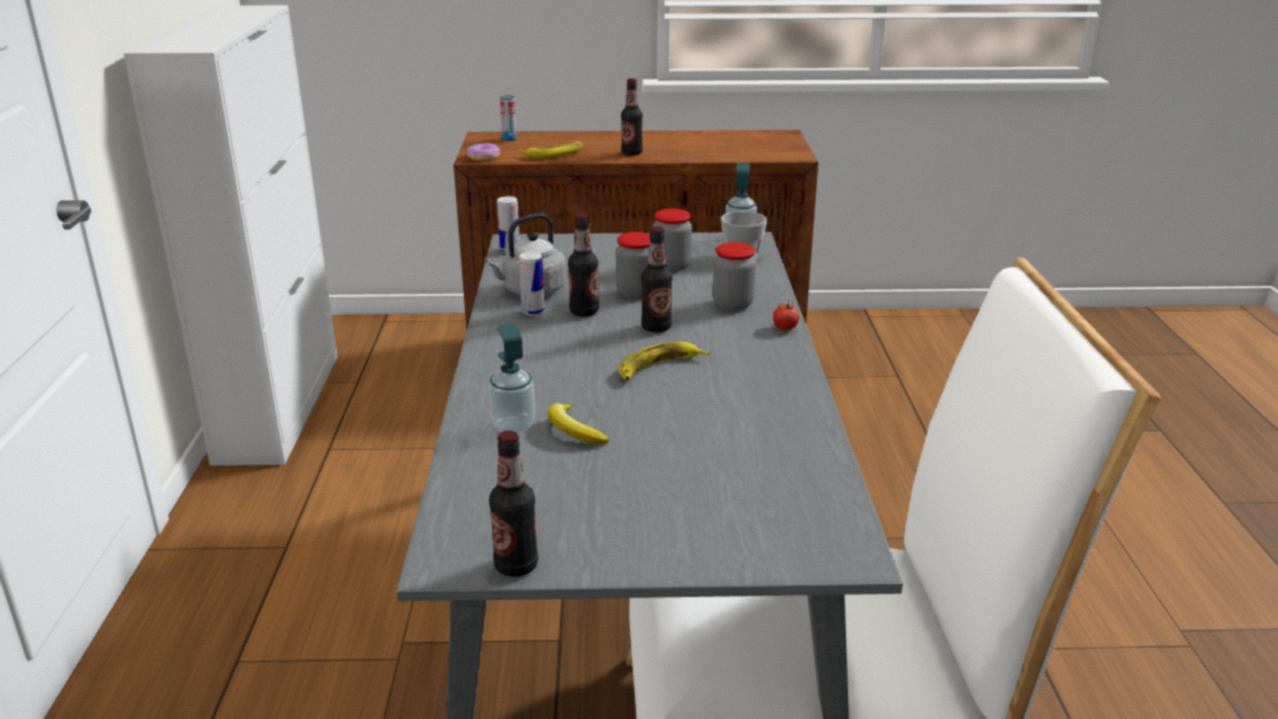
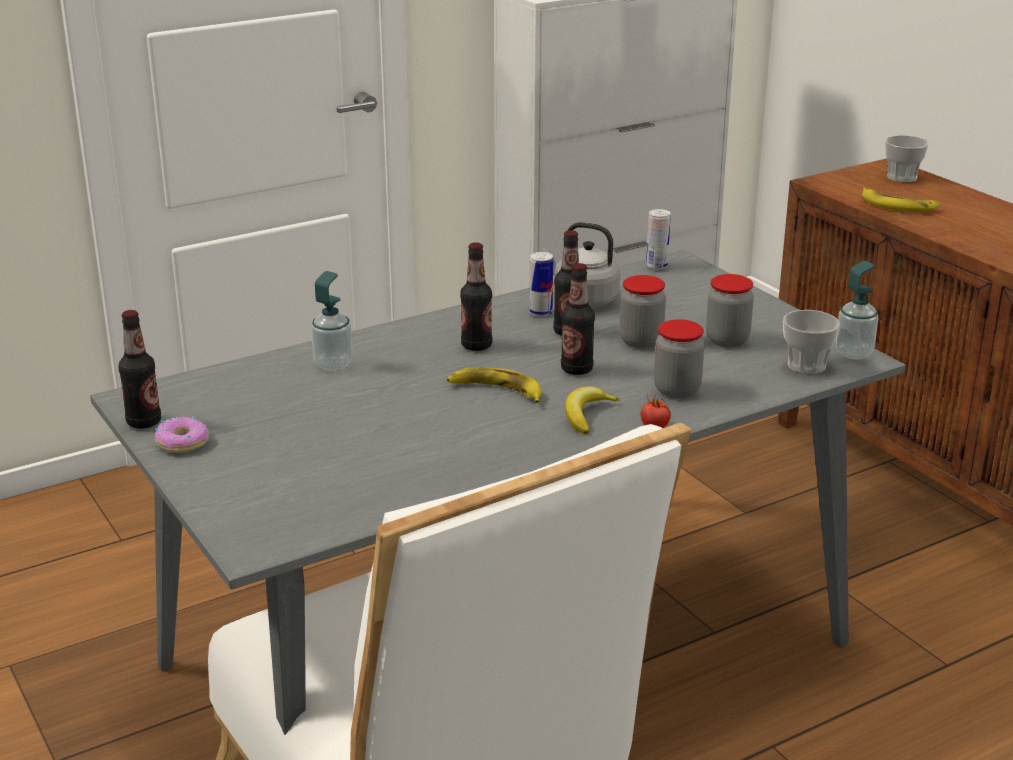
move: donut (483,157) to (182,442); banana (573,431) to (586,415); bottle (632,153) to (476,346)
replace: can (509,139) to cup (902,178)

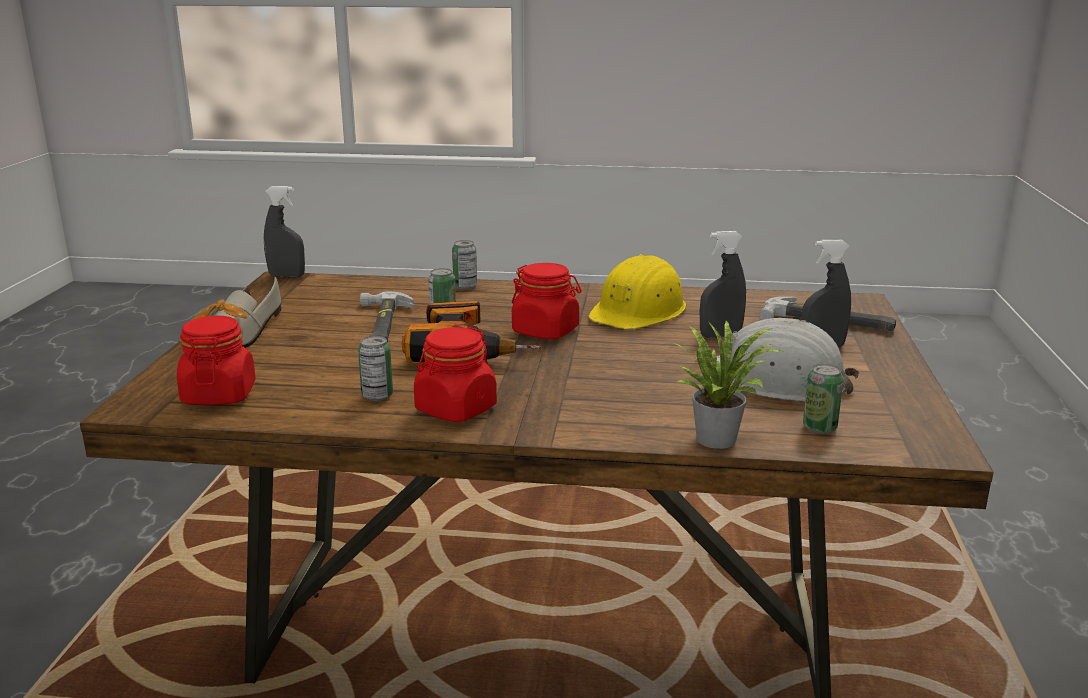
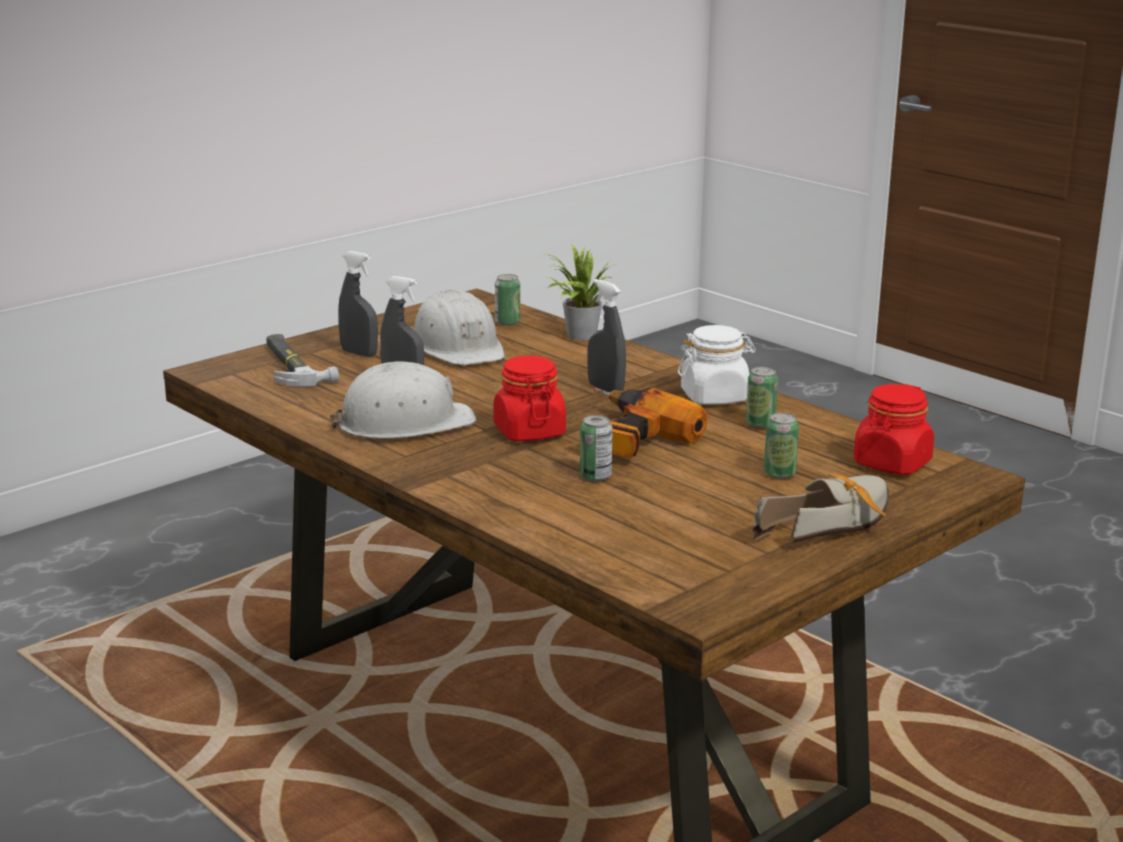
delete: hammer (382,324)
move: spray bottle (grey) (287,276) to (605,389); can (465,286) to (779,473)
recolor: jar (red) (455,409) to jar (white) (714,397); hard hat (yellow) (639,311) to hard hat (white) (404,423)

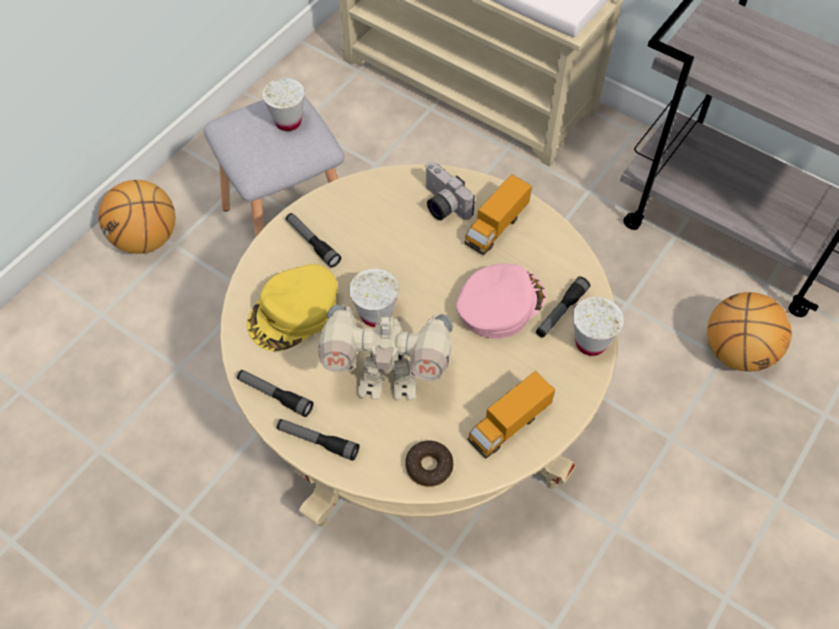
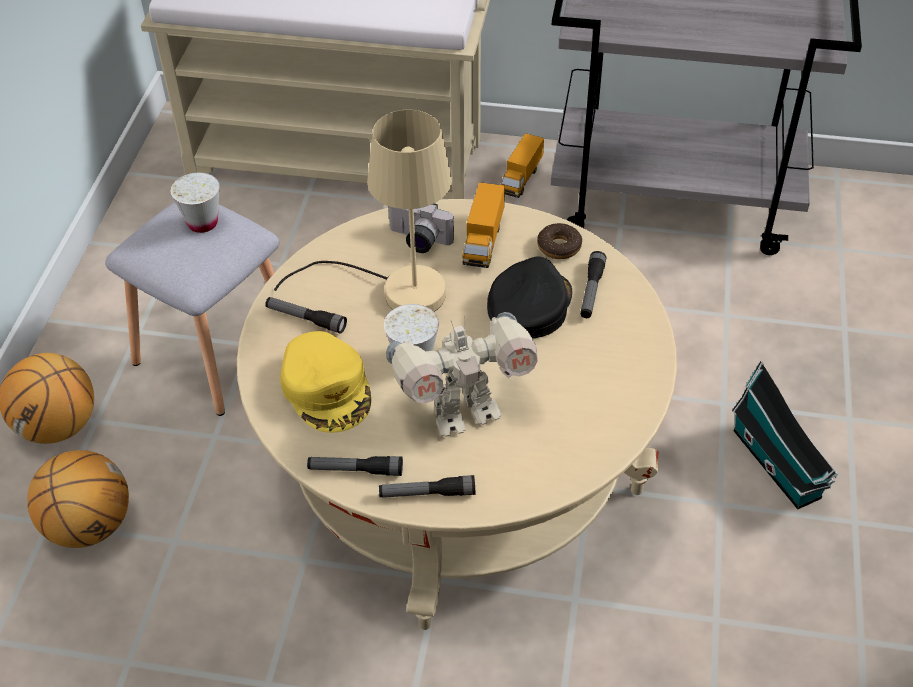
delete: cup (white) (590,342)
insert: table lamp (beige) (396,290); toy house (779,467)
move: donut (429,466) to (559,246); toy truck (508,425) to (521,178); basketball (736,351) to (89,526)
recolor: cap (pink) (499,303) to cap (black) (529,305)
rotate: cap (yellow) (294,313) = (327,388) 45 degrees counterclockwise

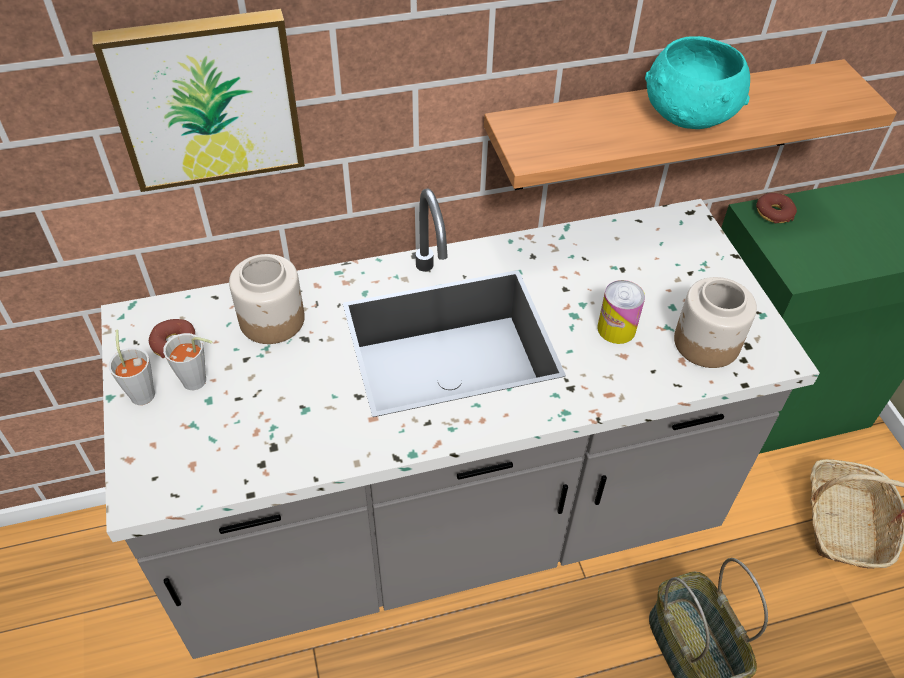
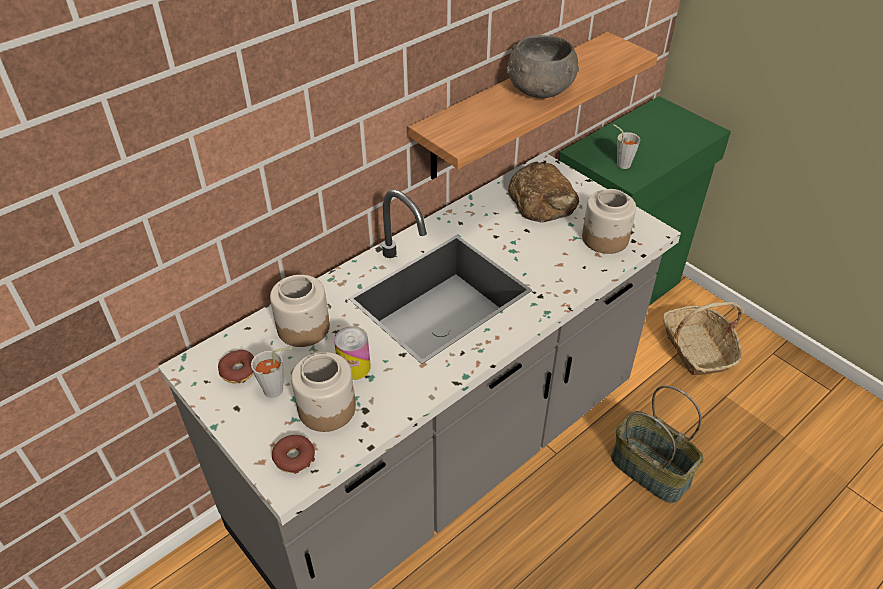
delete: picture (206,98)
insert: jar (327,408); bread (543,200)
move: cup (grey) (142,390) to (621,163); can (616,329) to (354,367); donut (774,213) to (294,458)
recolor: bowl (turquoise) (688,114) to bowl (grey) (539,89)

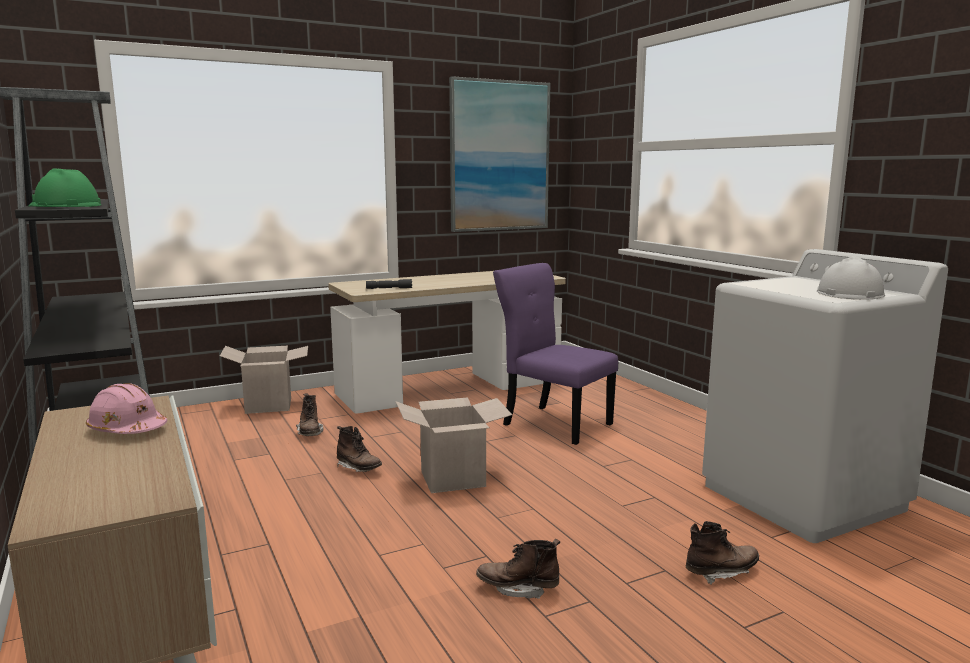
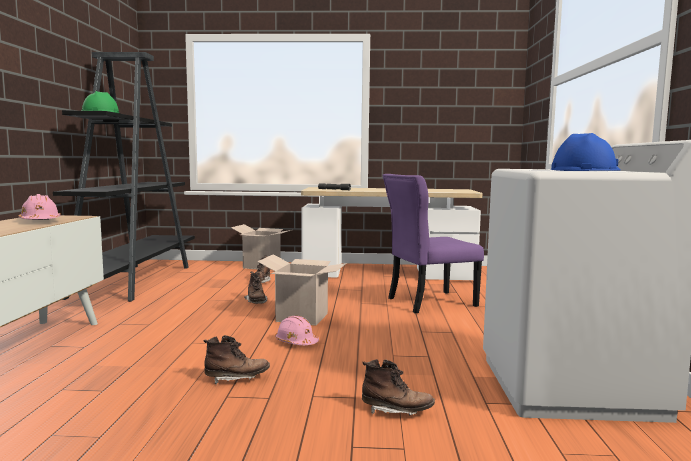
delete: picture (499,156)
insert: hard hat (pink) (296,342)
recolor: hard hat (white) (849,294) to hard hat (blue) (584,170)
rotate: boot (brown) (518,588) = (237,378) 135 degrees clockwise; chair (purple) (554,423) = (428,302) 90 degrees counterclockwise

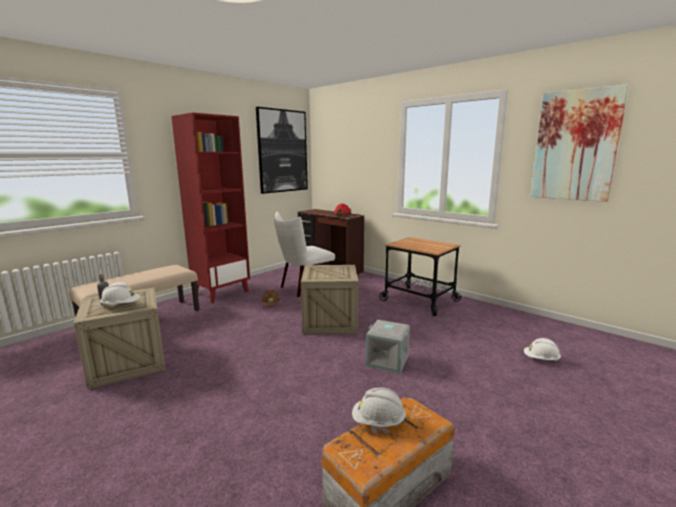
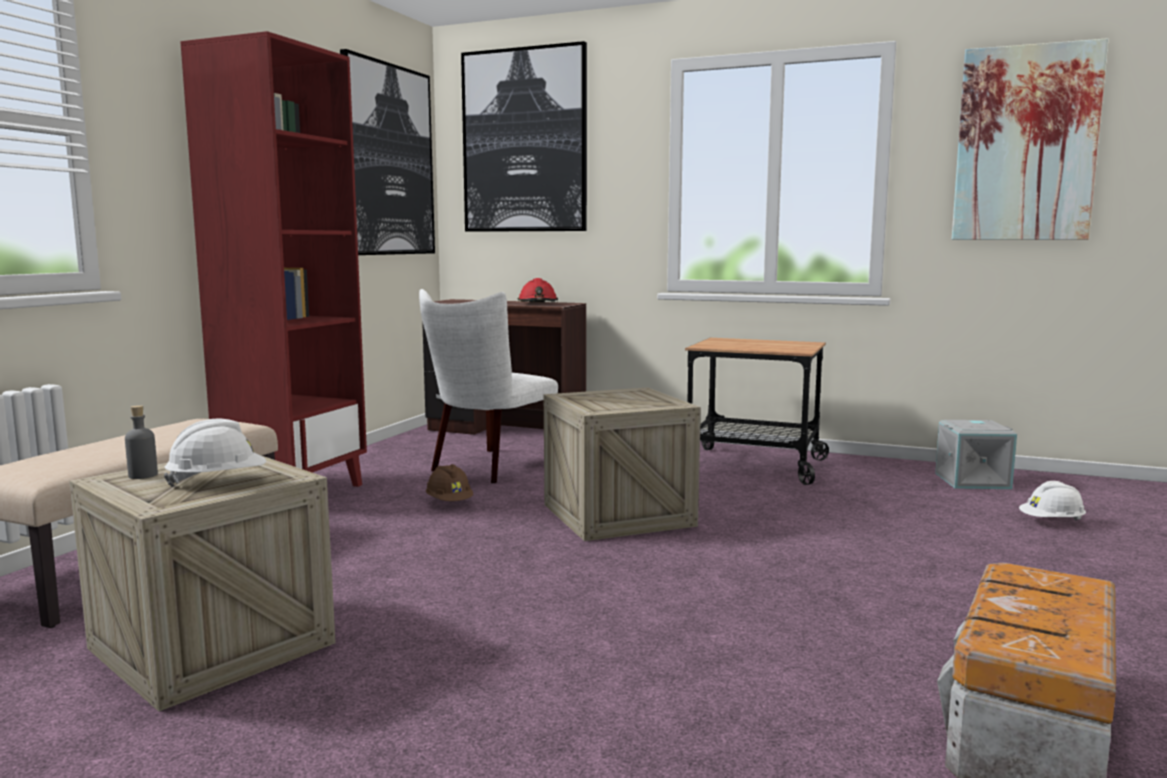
delete: hard hat (white) (378,422)
insert: picture (524,141)
move: storage box (grey) (388,360) to (972,480)

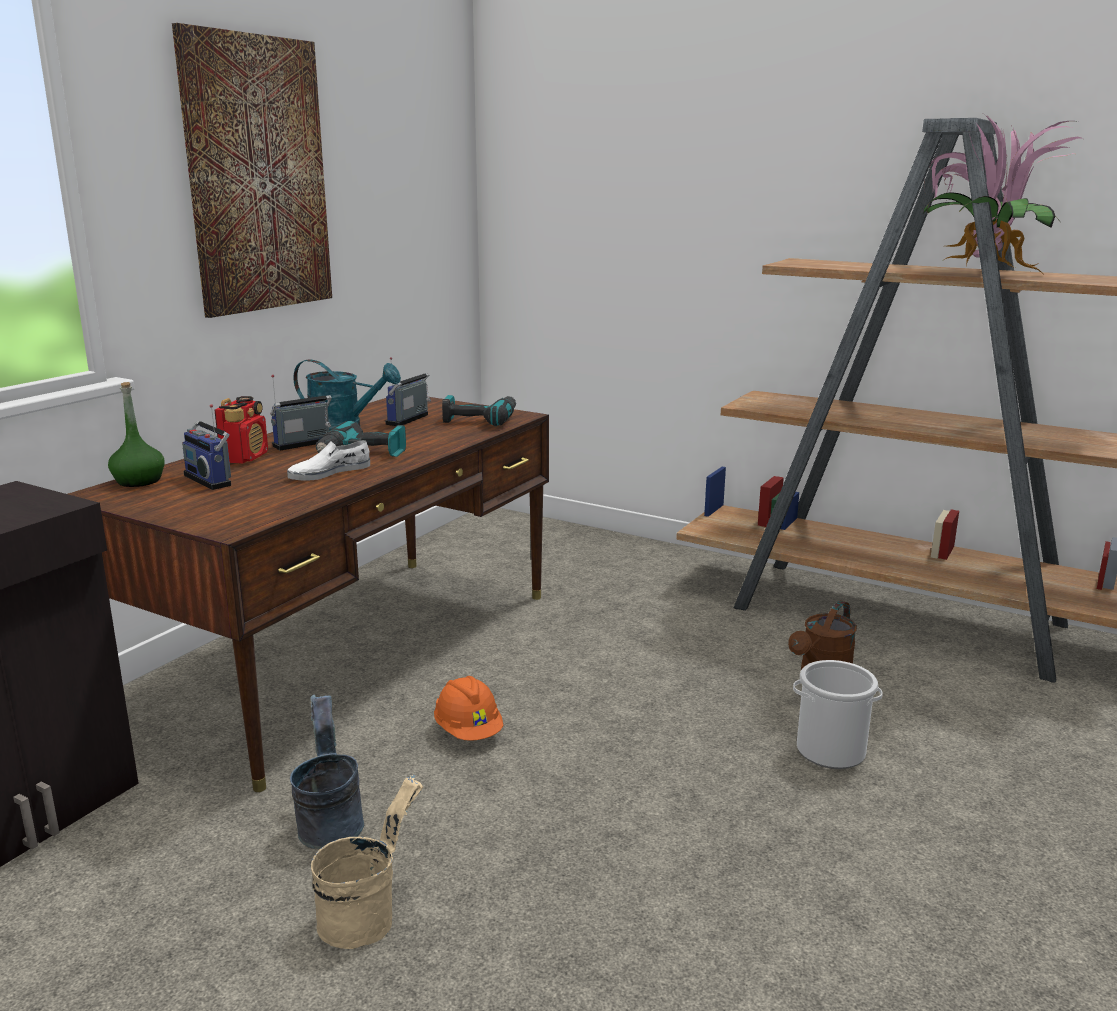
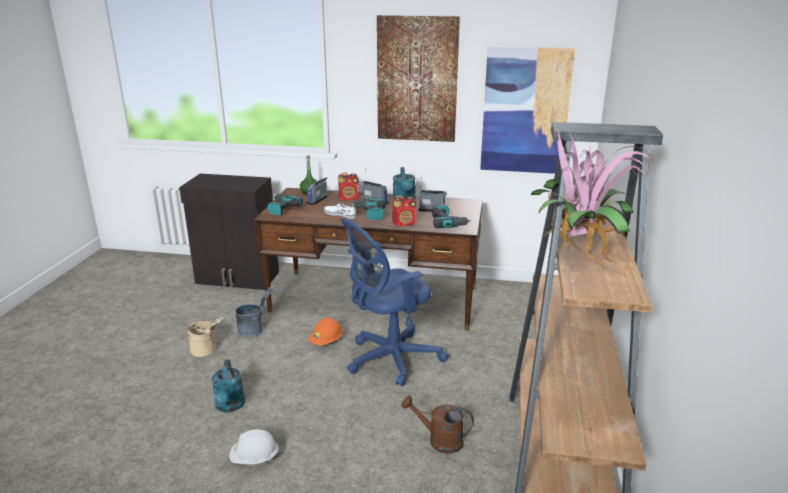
delete: bucket (831,750)
insert: watering can (turquoise) (229,406); hard hat (white) (254,459); power drill (281,209); office chair (blue) (389,359); radio (404,223); picture (525,111)

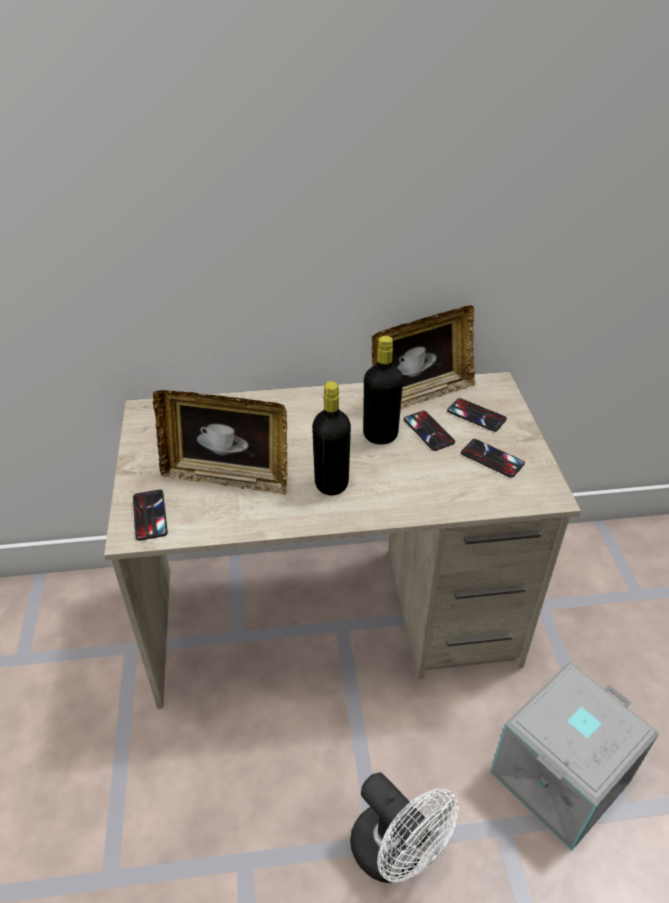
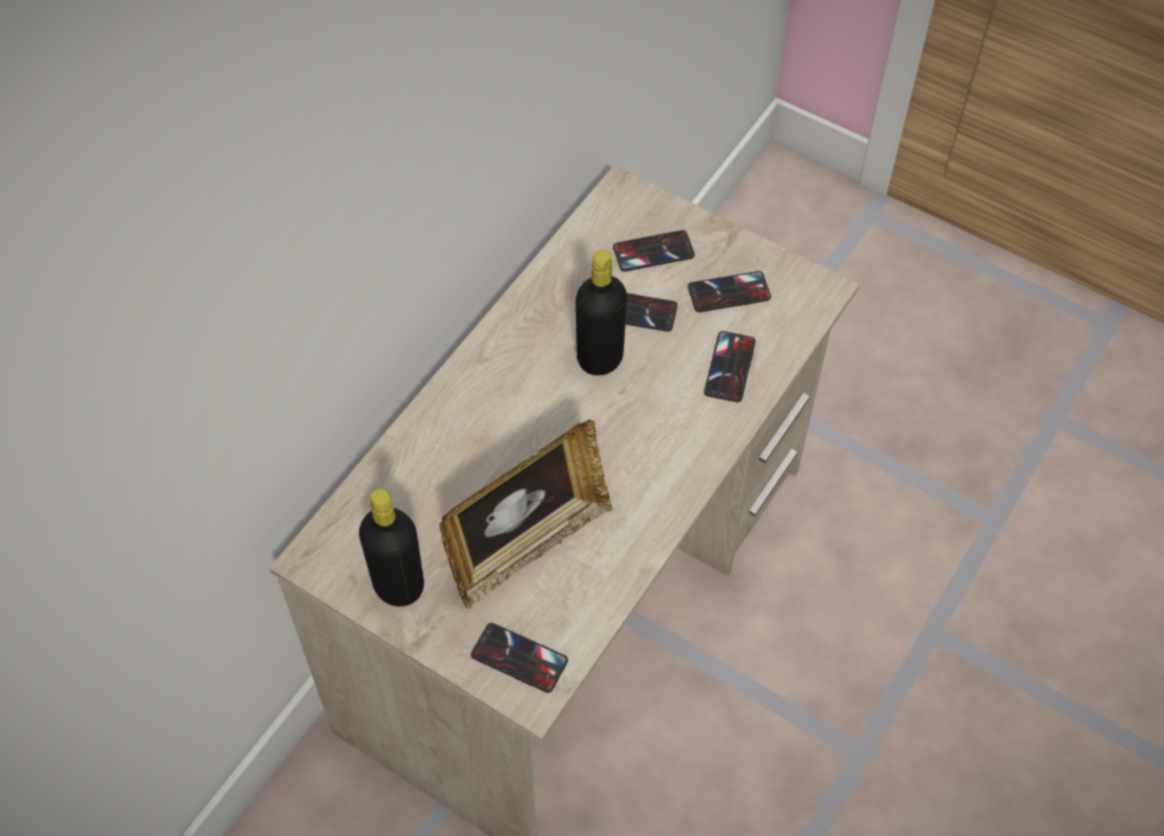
delete: fan (white) (396,854); picture frame (420,395); storage box (grey) (558,774)
insert: phone (730,367)
move: bottle (black) (331,484) to (399,586)

